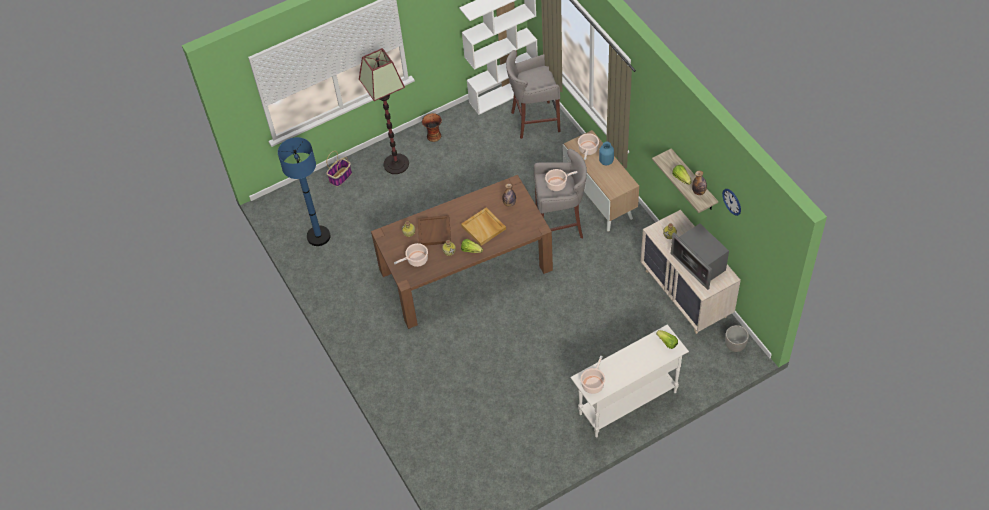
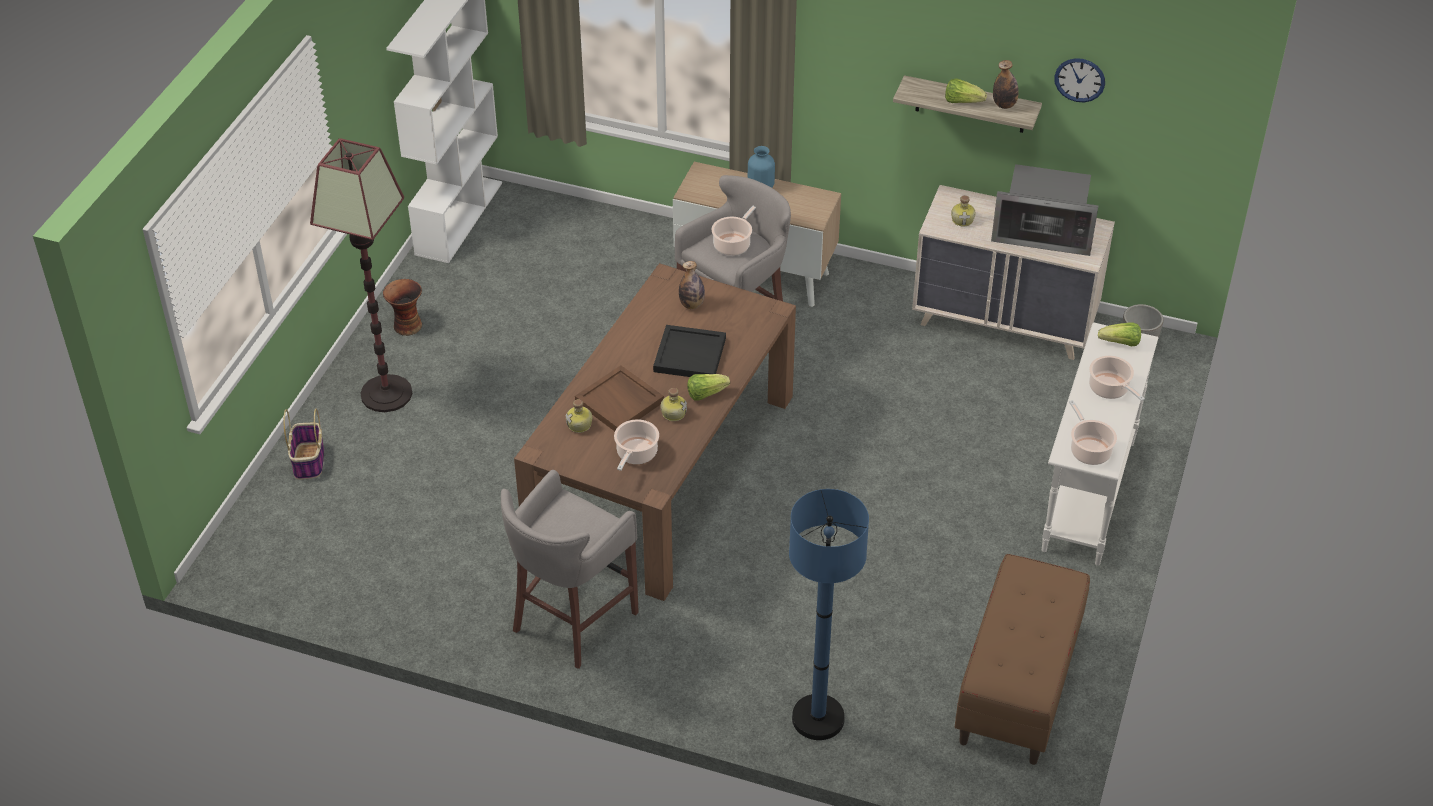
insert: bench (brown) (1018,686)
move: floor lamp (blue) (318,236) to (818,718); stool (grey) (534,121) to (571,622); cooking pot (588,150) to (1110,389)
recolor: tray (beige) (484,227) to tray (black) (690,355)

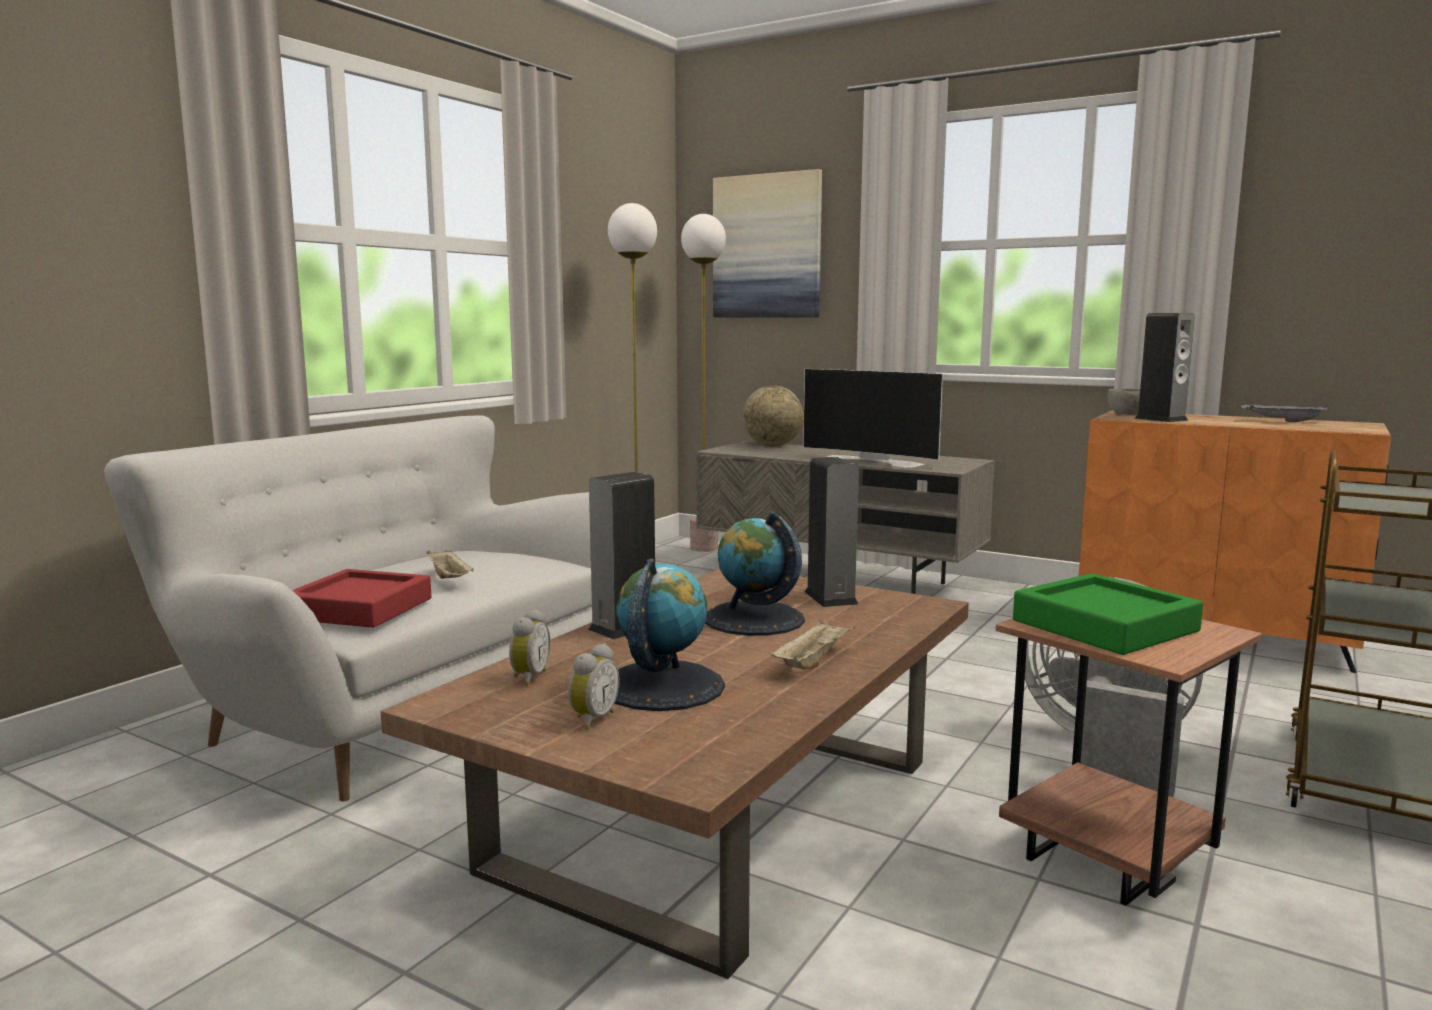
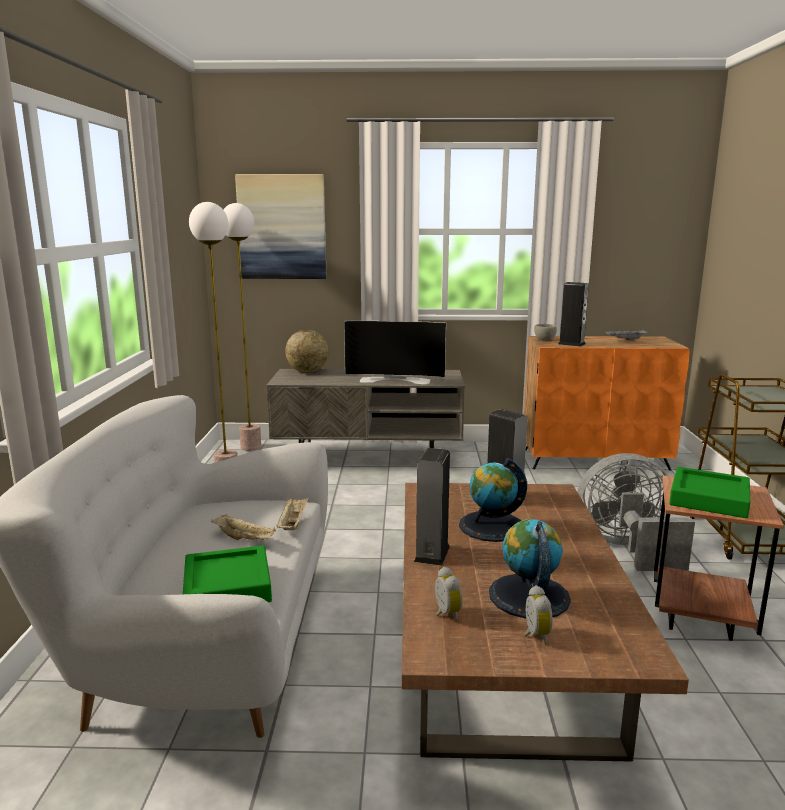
move: tray (beige) (812,661) to (293,523)
recolor: tray (red) (360,608) to tray (green) (227,586)

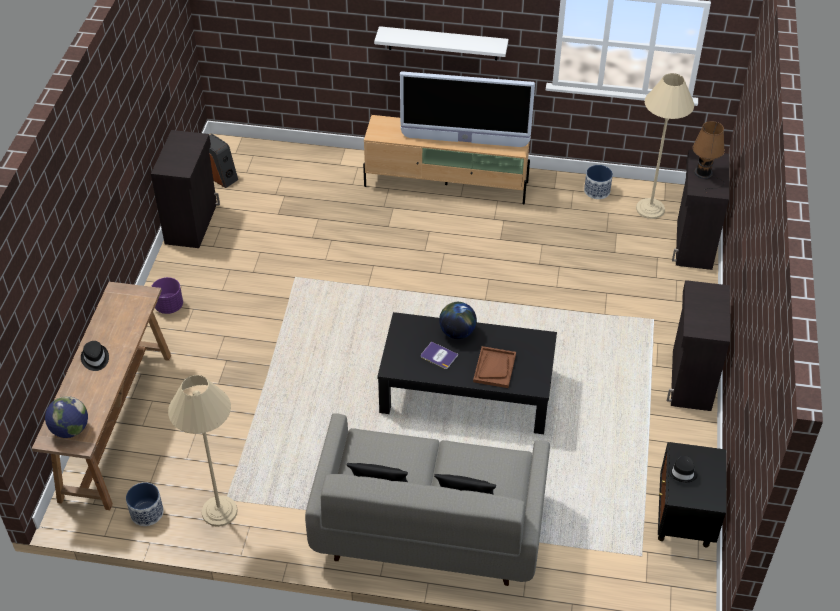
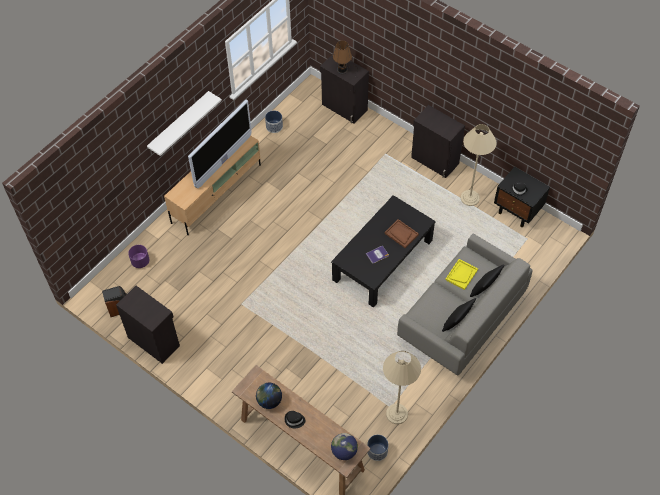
insert: tray (yellow) (461,274)
move: planter (purple) (169,306) to (140,261); globe (457,332) to (269,401); floor lamp (beige) (650,209) to (470,198)

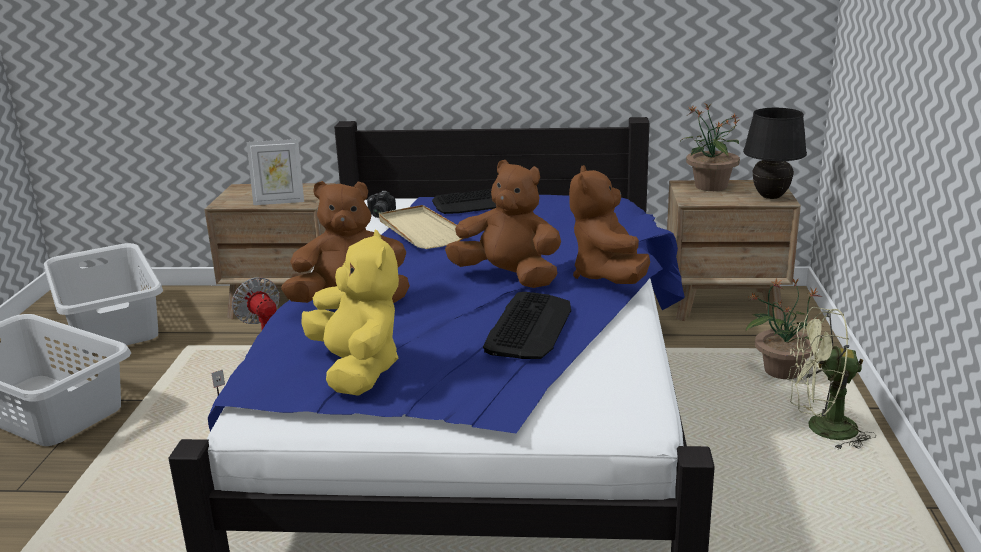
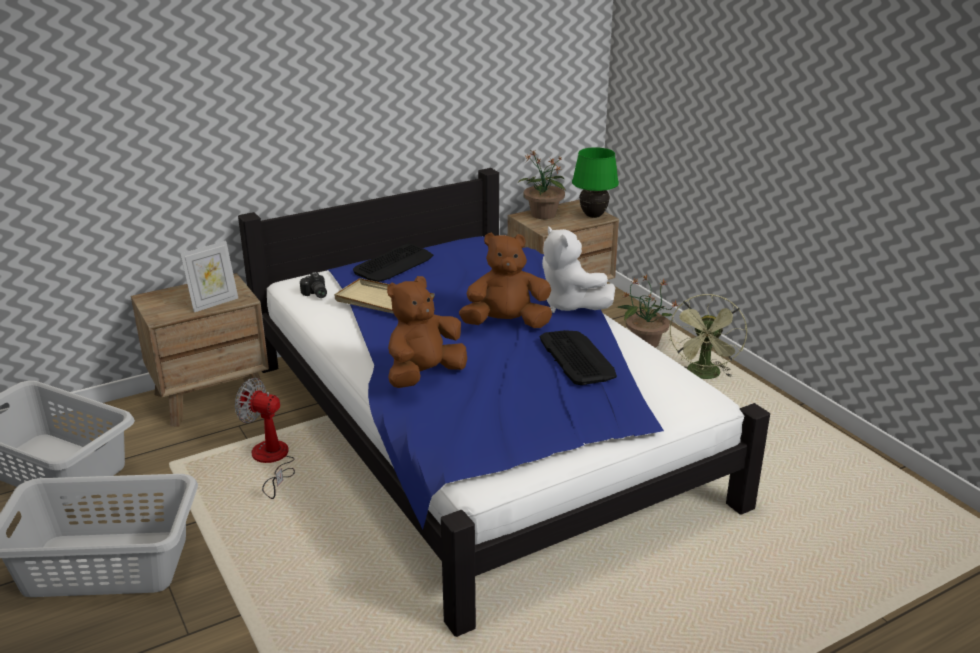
delete: plush toy (yellow) (357,370)
recolor: plush toy (brown) (608,276) to plush toy (white) (570,305); table lamp (black) (770,197) to table lamp (green) (593,216)
rotate: fan (green) (821,429) = (704,375) 45 degrees counterclockwise

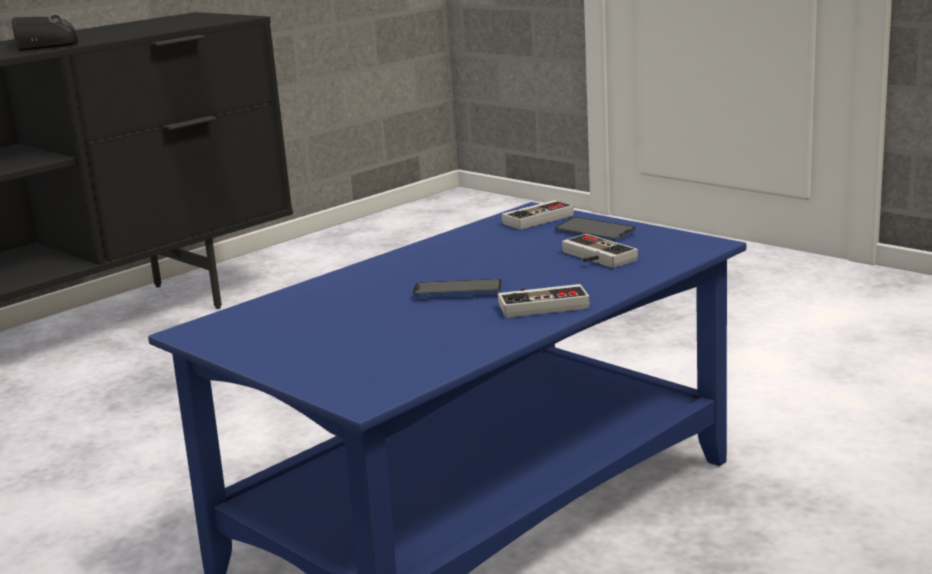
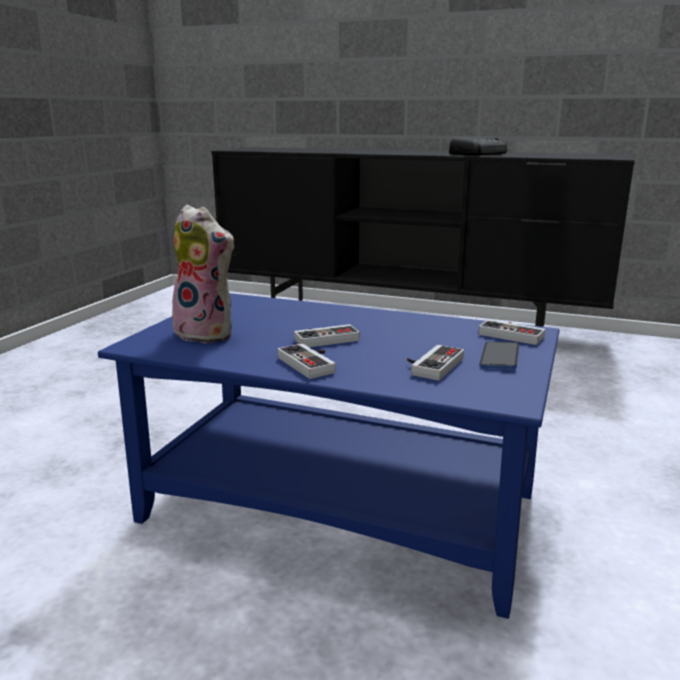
insert: plush toy (208,333)
replace: phone (457,291) to game controller (324,338)

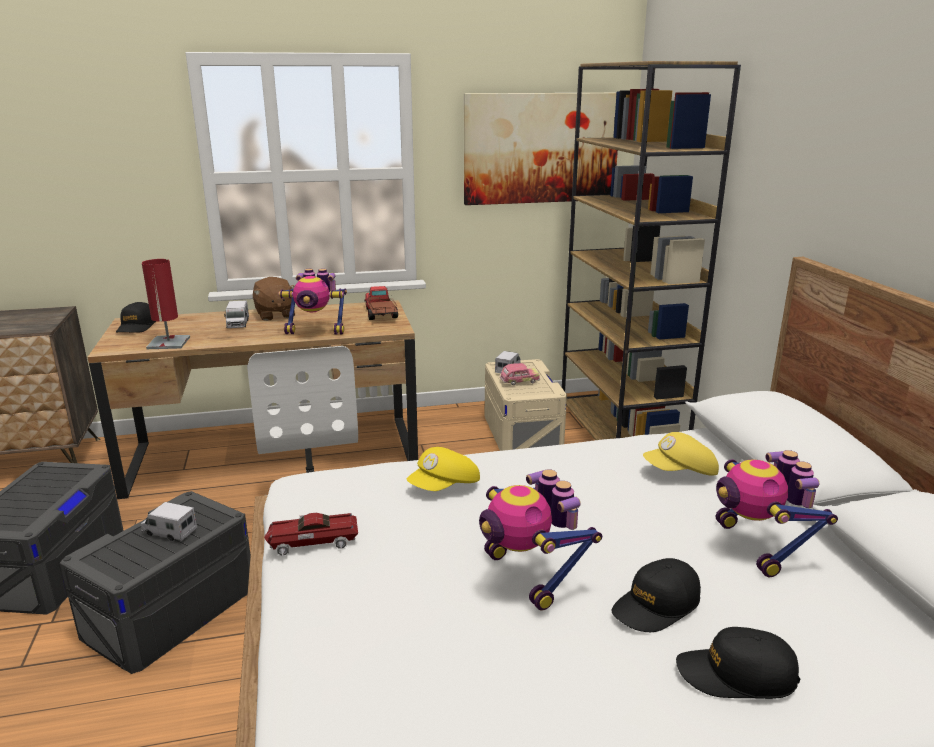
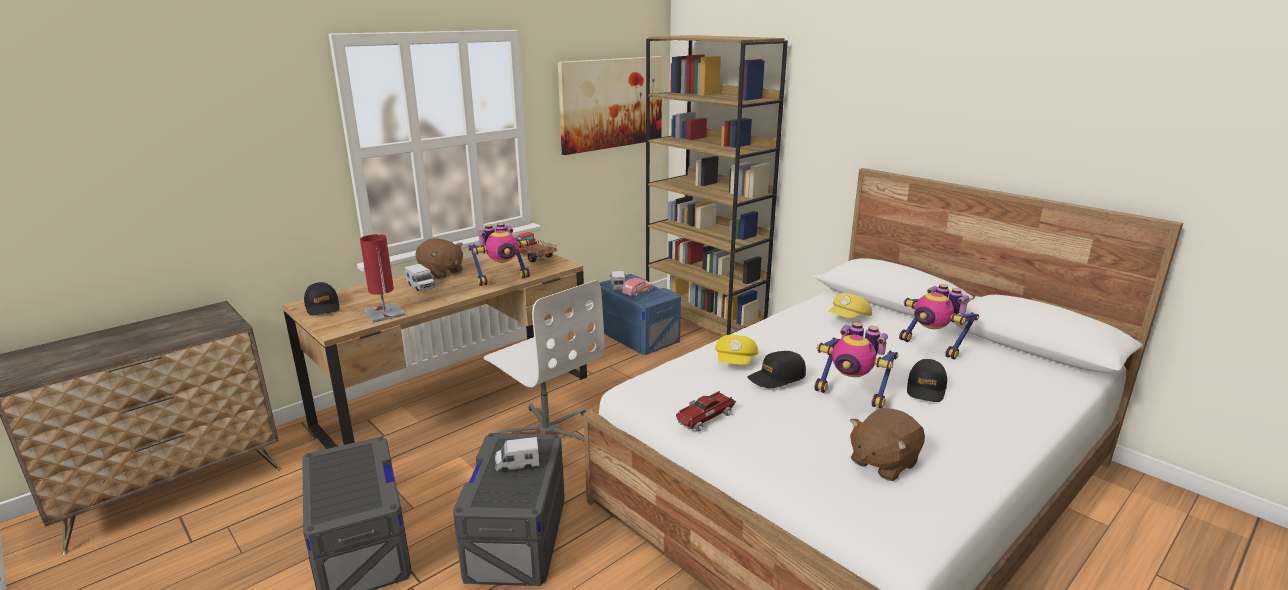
insert: plush toy (brown) (882,462)
move: cap (black) (736,675) to (777,377)
recolor: storage box (beige) (522,433) to storage box (blue) (636,334)

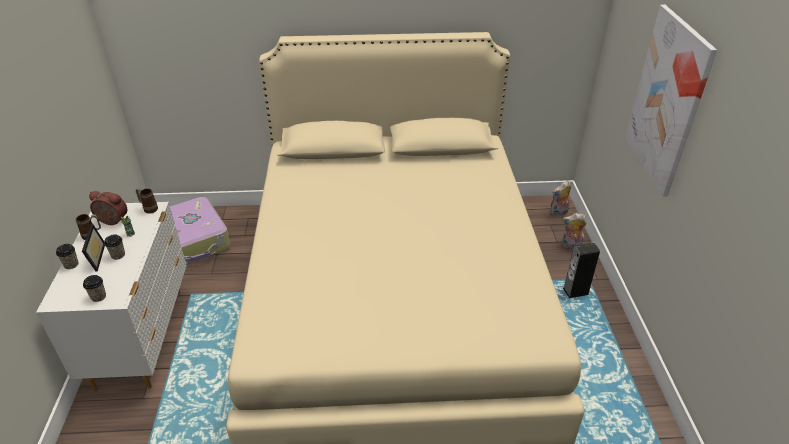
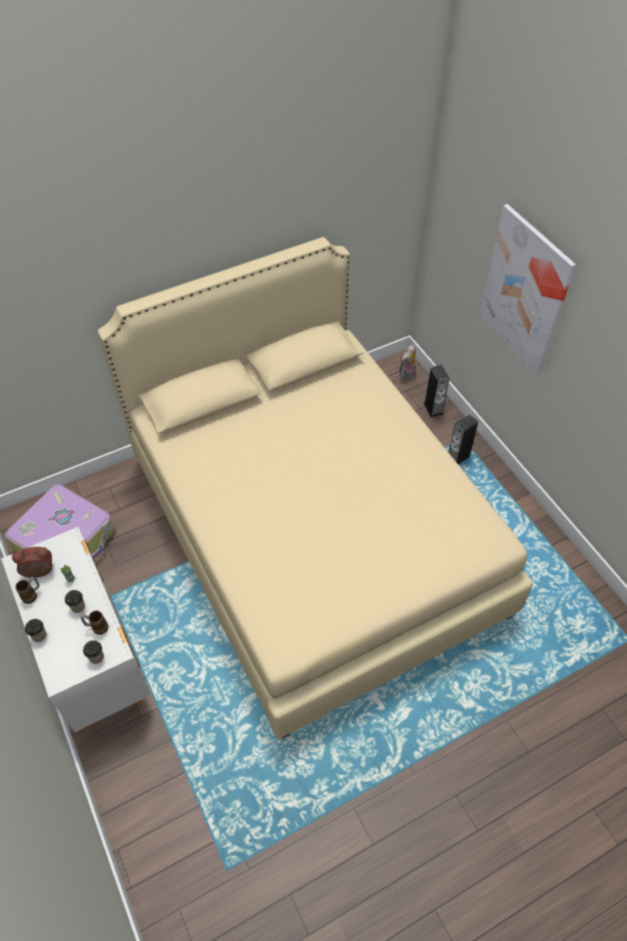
delete: picture frame (93,258)
move: mug (149,209) to (97,627)
replace: plush toy (570,245) to speaker (433,408)

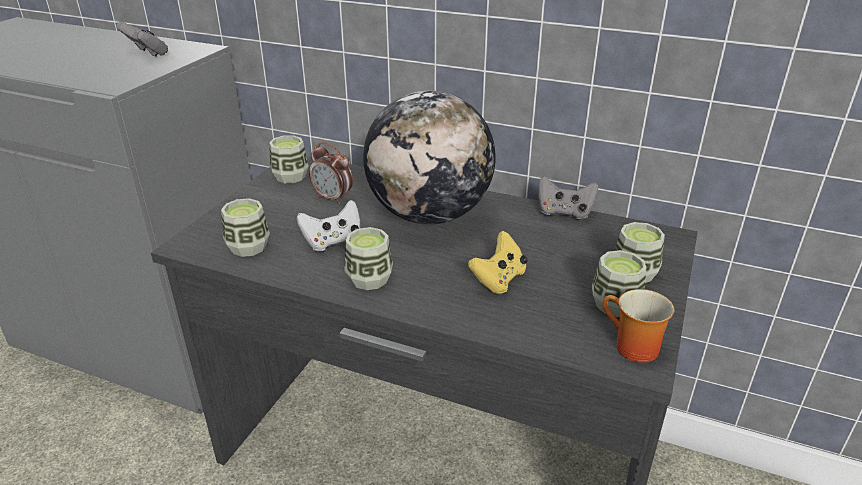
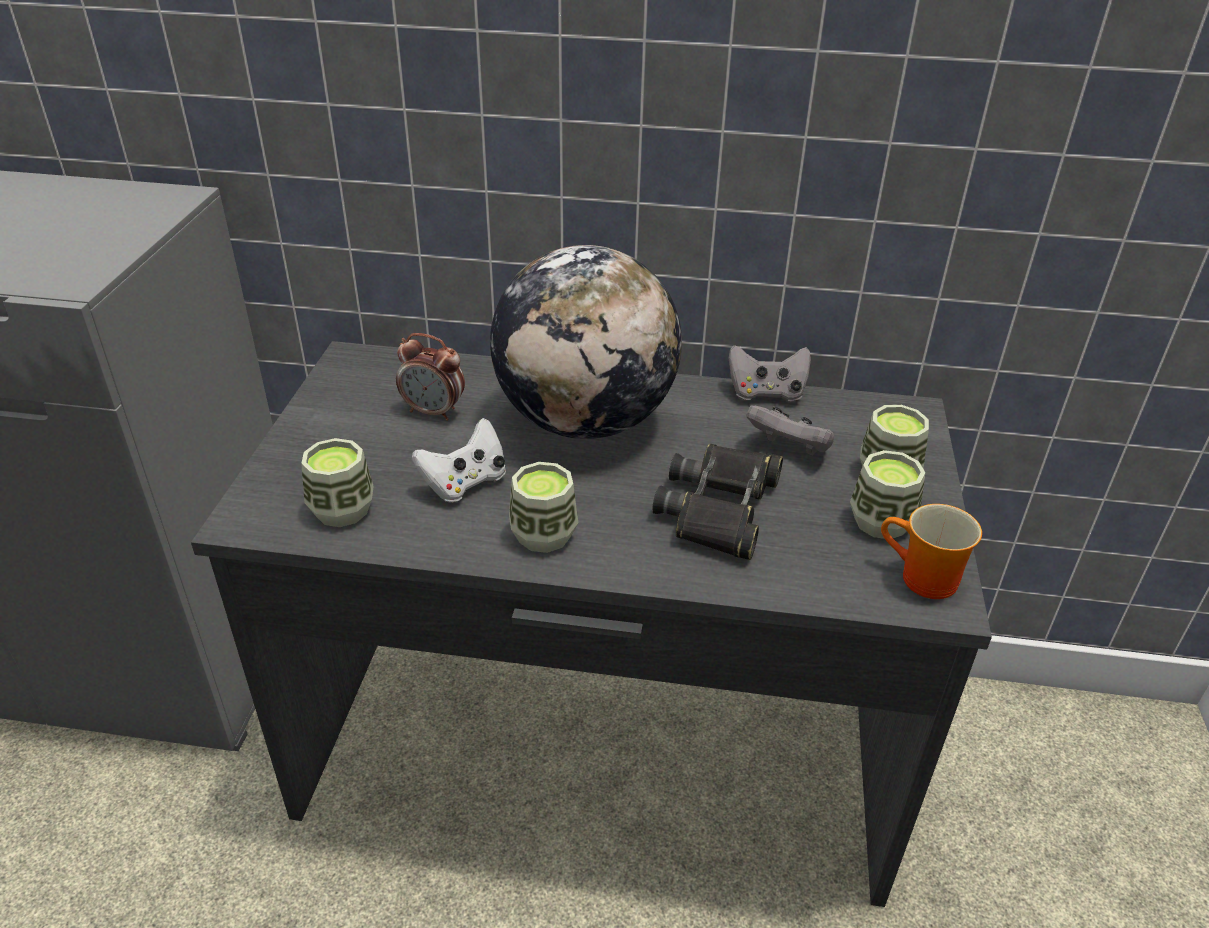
delete: cup (290,176)
move: game controller (grey) (147,54) to (789,449)
replace: game controller (yellow) (498,280) to binoculars (black) (720,508)

